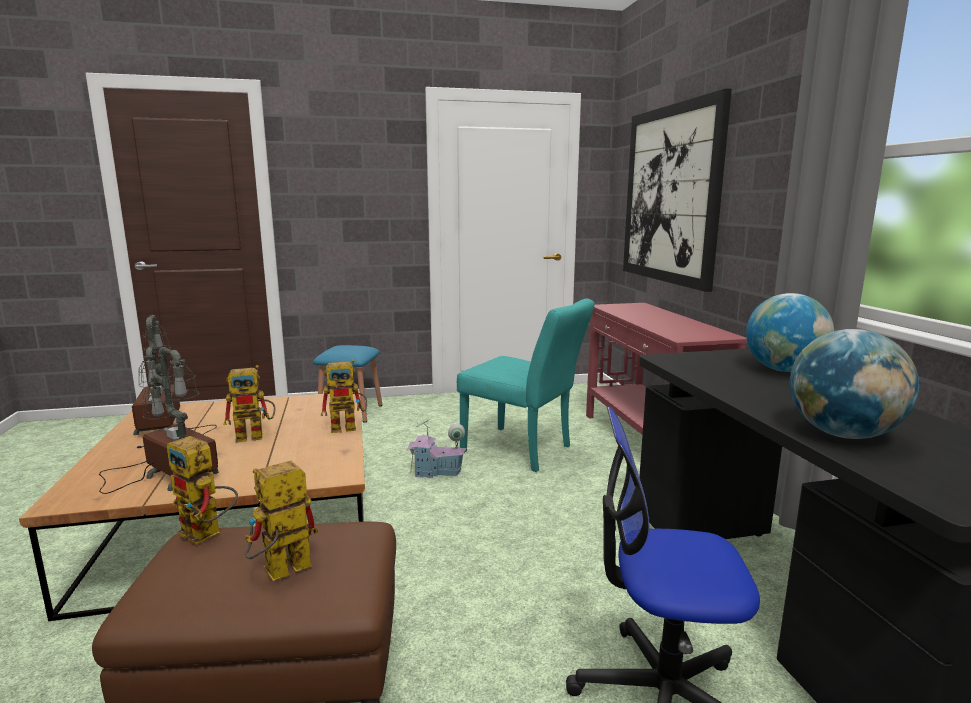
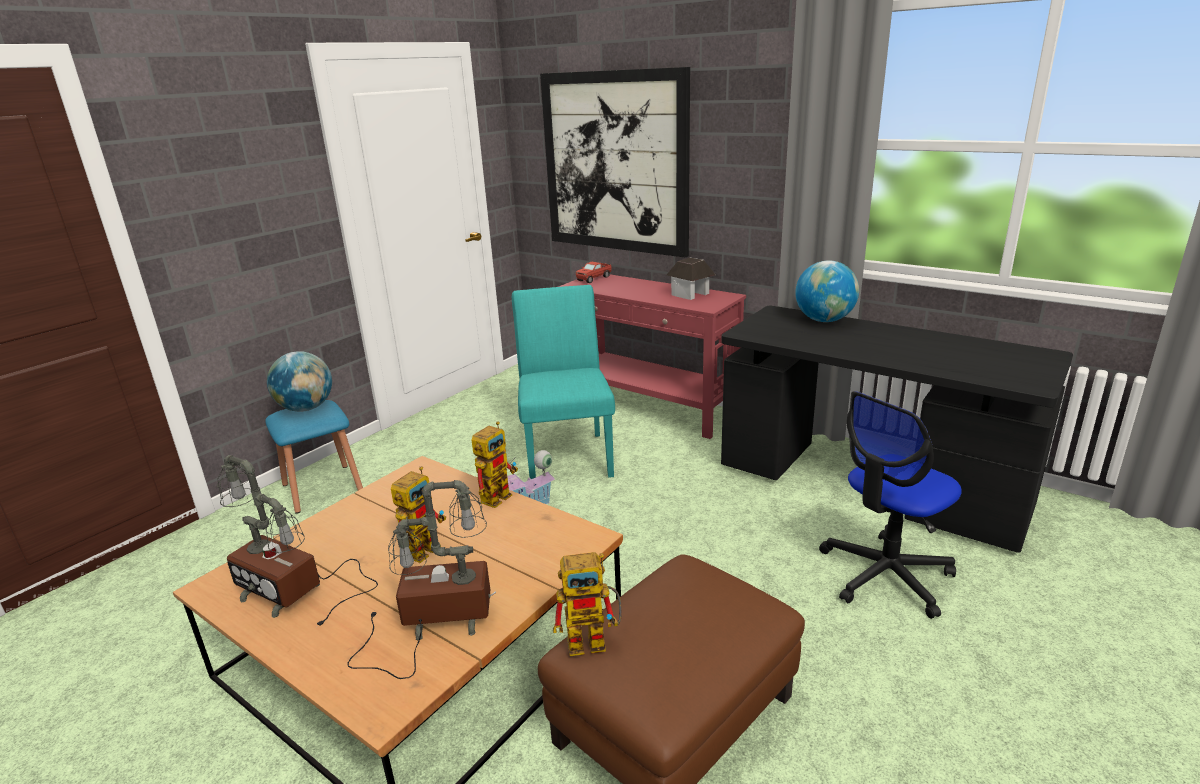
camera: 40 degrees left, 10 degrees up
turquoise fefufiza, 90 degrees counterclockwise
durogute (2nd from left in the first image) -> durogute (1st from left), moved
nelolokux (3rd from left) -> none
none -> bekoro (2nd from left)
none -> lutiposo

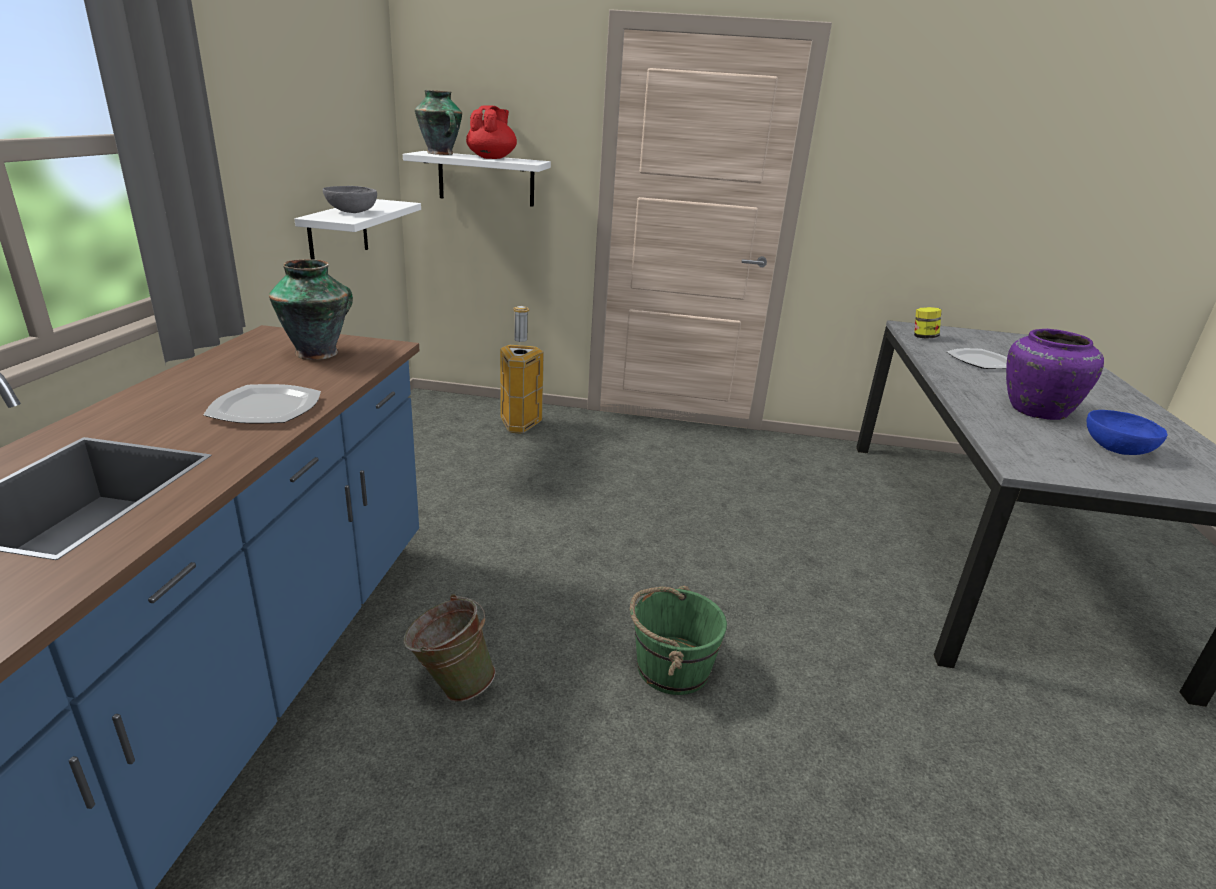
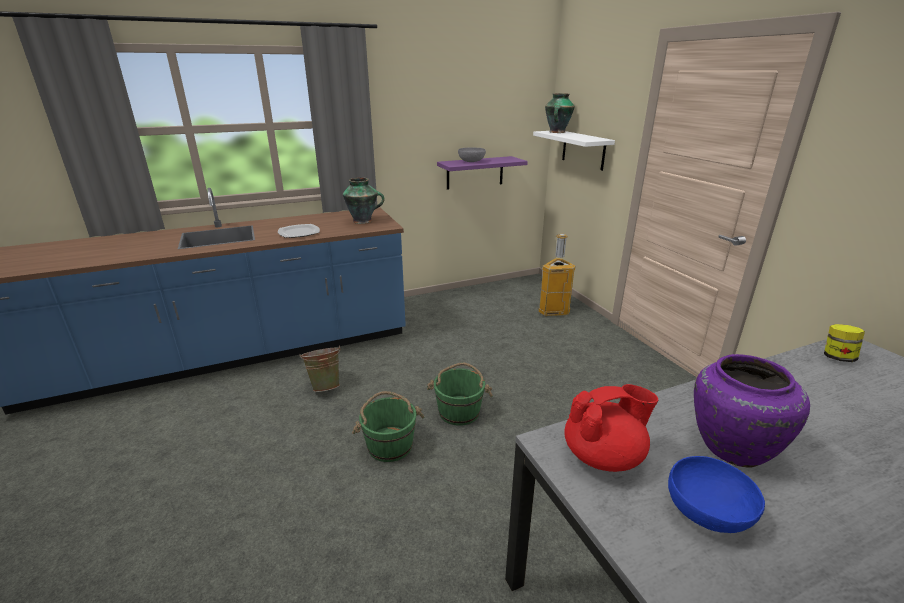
camera: 60 degrees right, 0 degrees up
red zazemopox, moved
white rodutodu (1st from left) -> purple rodutodu
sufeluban (2nd from left) -> none
none -> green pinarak (3rd from left)

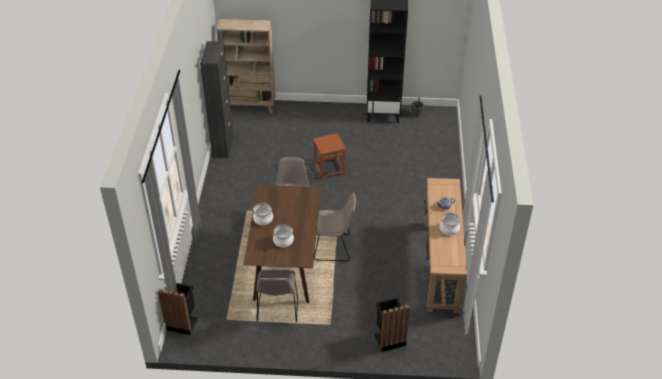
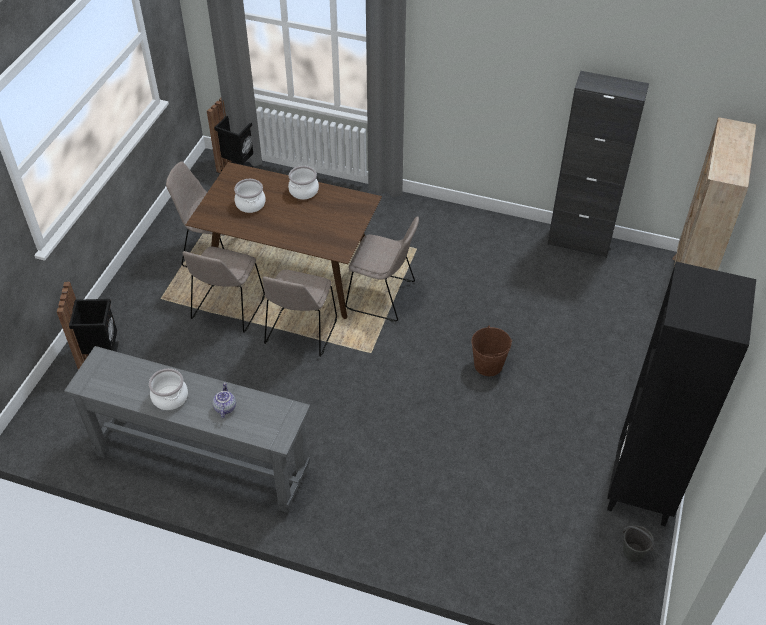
camera: 105 degrees right, 5 degrees up
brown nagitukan -> brown pinarak
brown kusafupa -> grey kusafupa
none -> beige fefufiza (2nd from left)

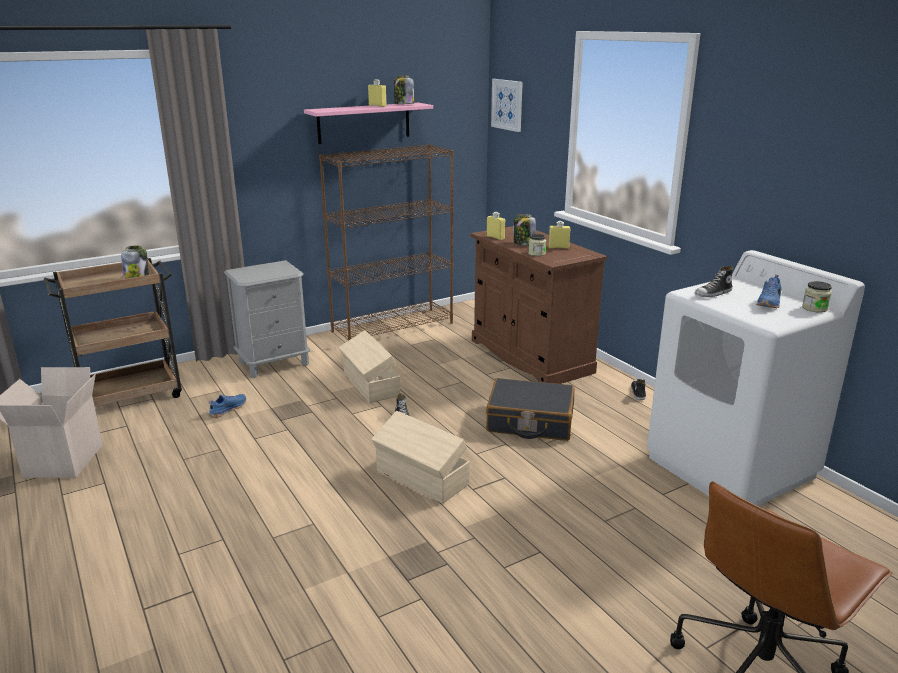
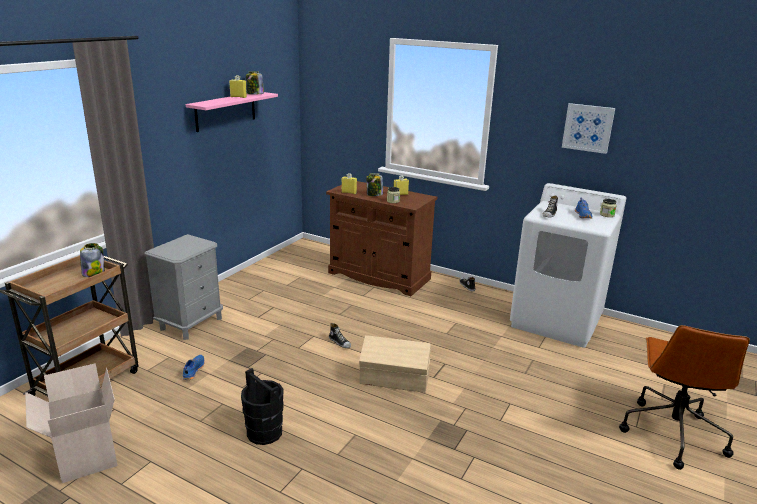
camera: 30 degrees left, 0 degrees up
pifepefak, moved
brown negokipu -> none
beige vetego (1st from left) -> none
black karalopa -> none
none -> black pinarak

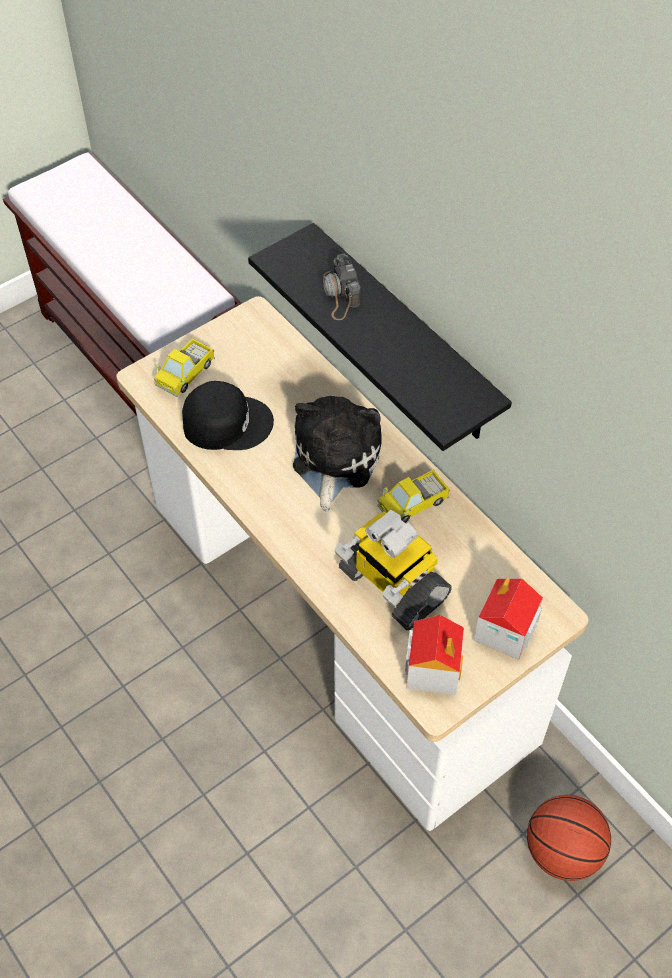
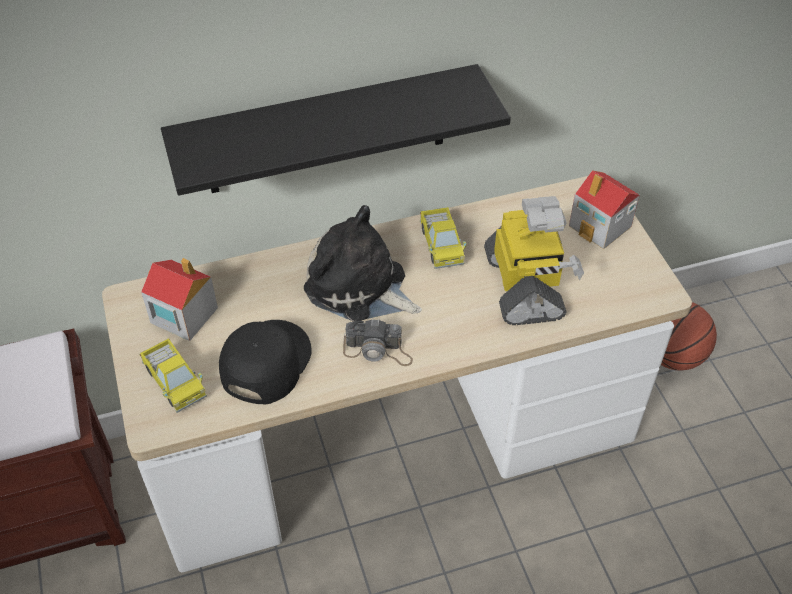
camera: 70 degrees left, 5 degrees down
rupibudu, moved
nelolokux, 75 degrees counterclockwise
bekoro (1st from left), moved

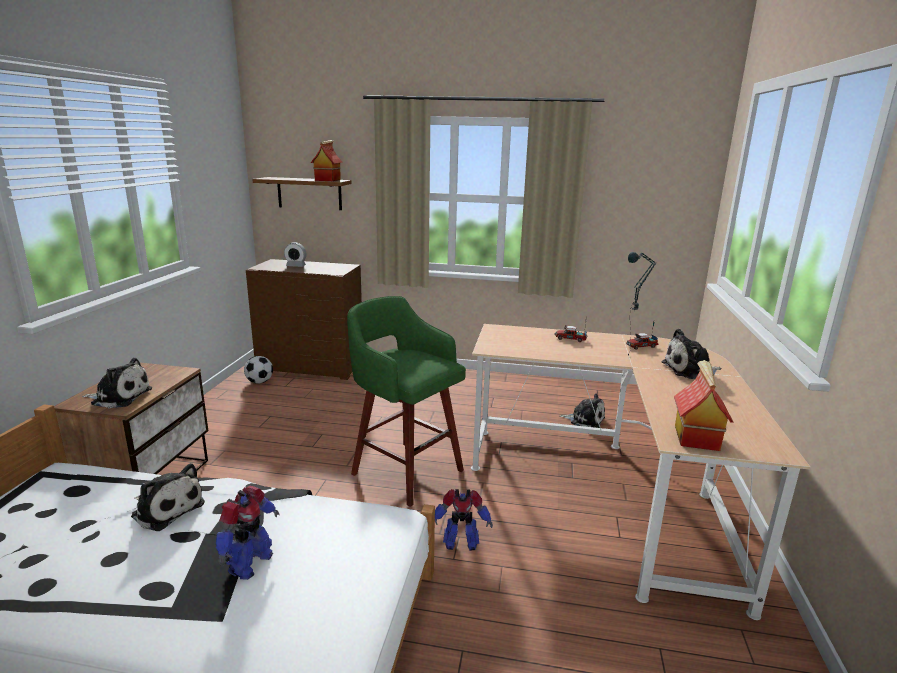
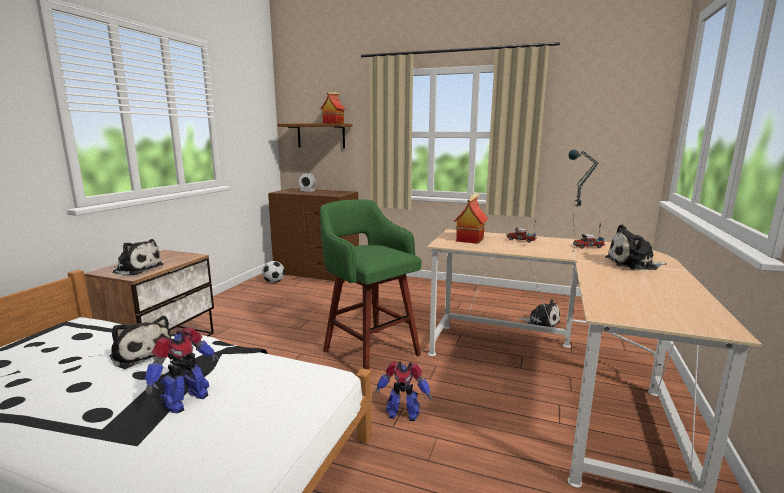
camera: 10 degrees right, 5 degrees down
bekoro (2nd from left), moved

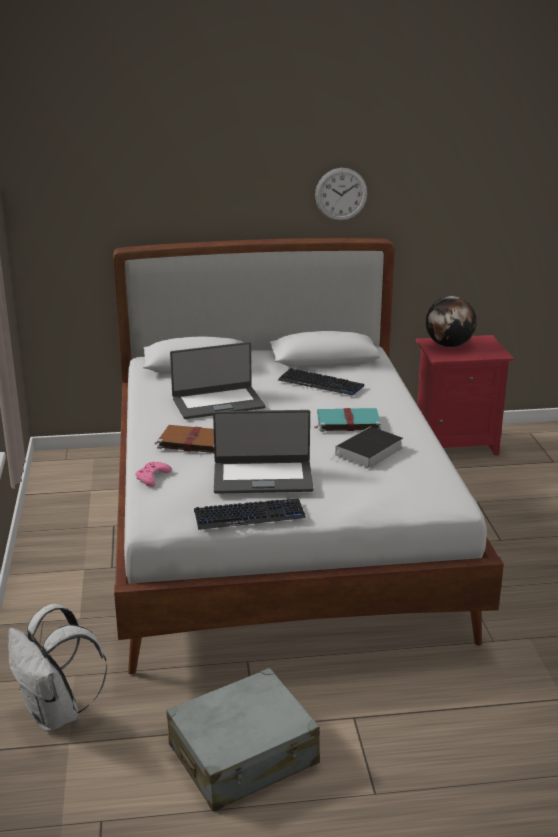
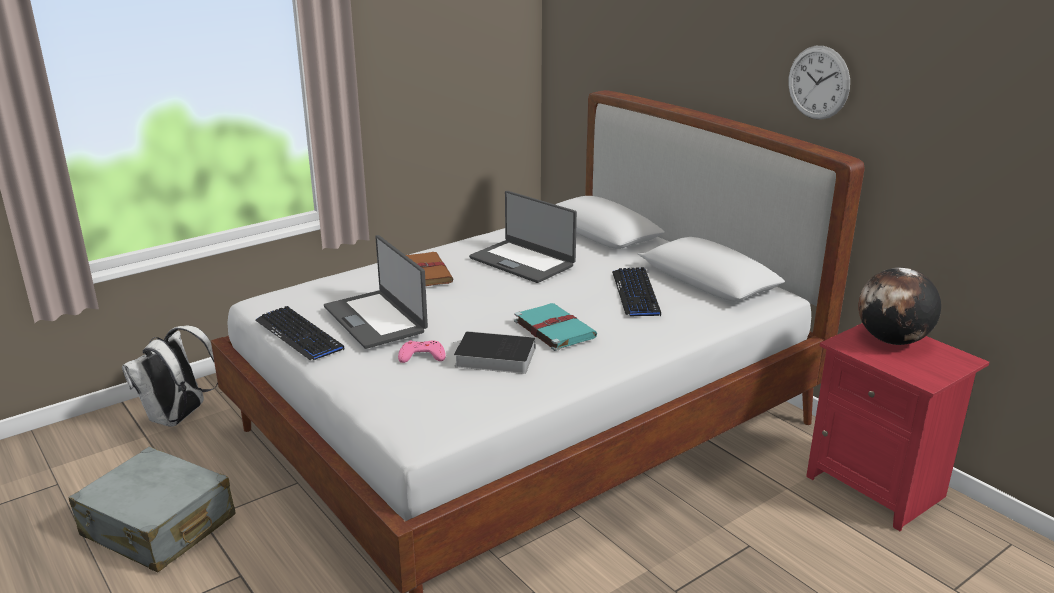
camera: 60 degrees right, 0 degrees up
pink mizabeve, moved

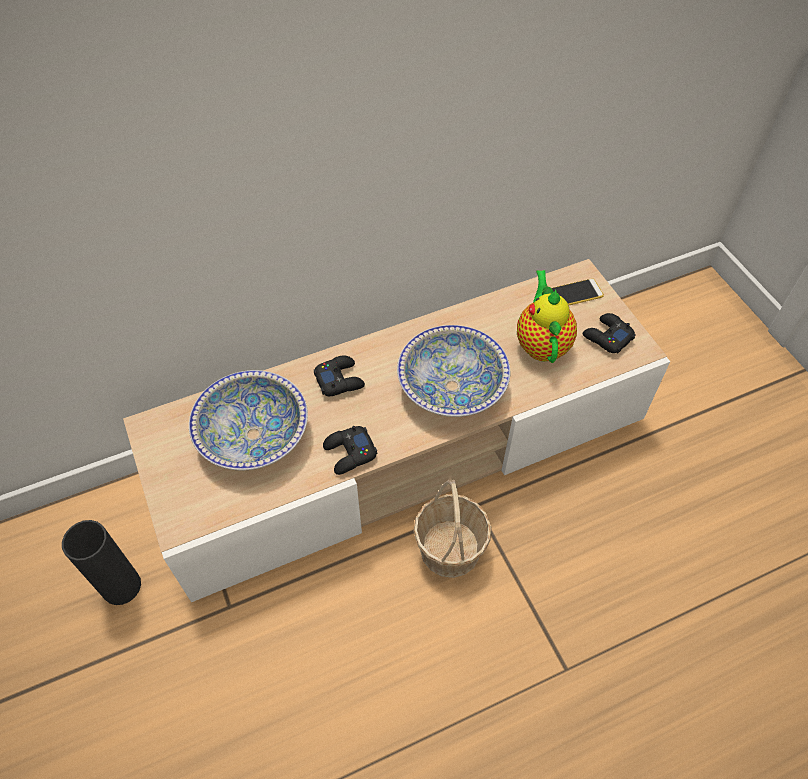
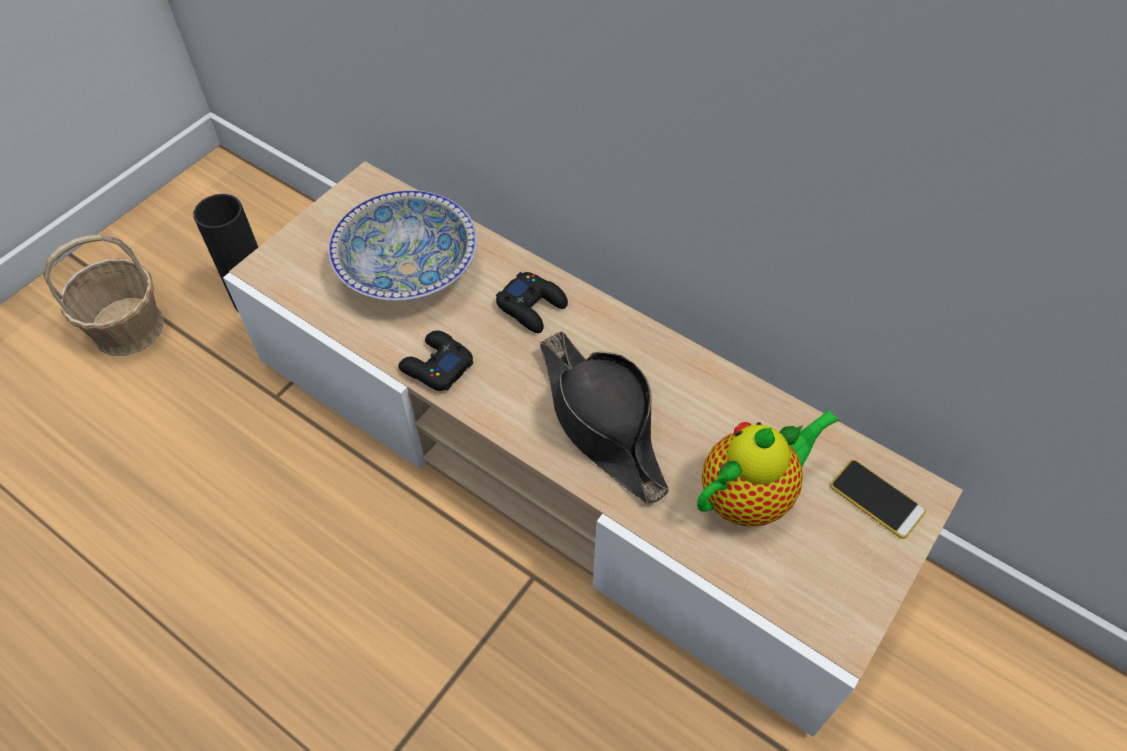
camera: 60 degrees right, 0 degrees up
black mizabeve (3rd from left) -> none
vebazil (2nd from left) -> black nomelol
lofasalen, moved

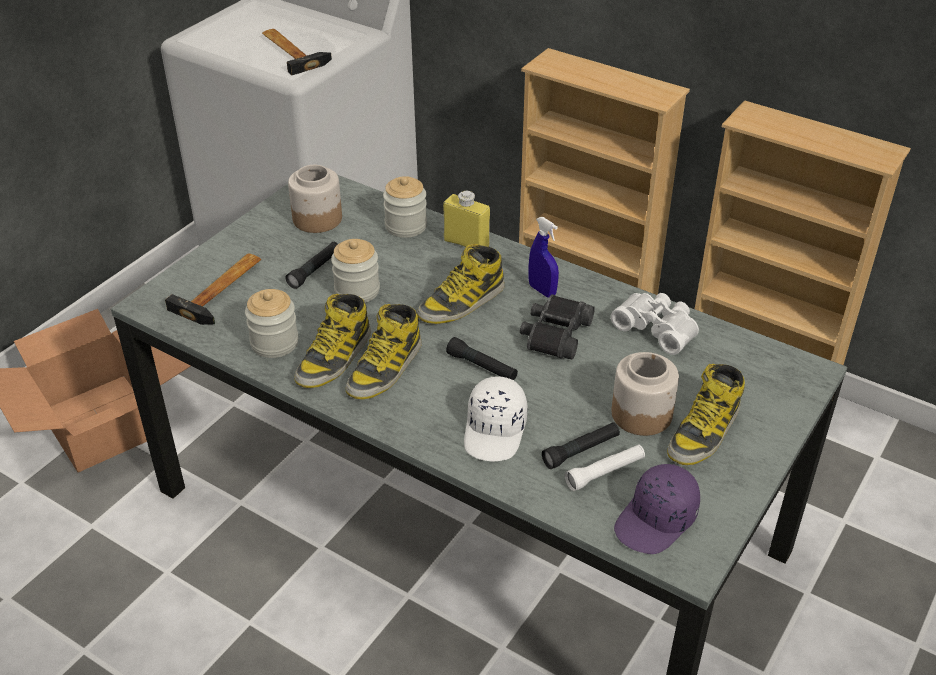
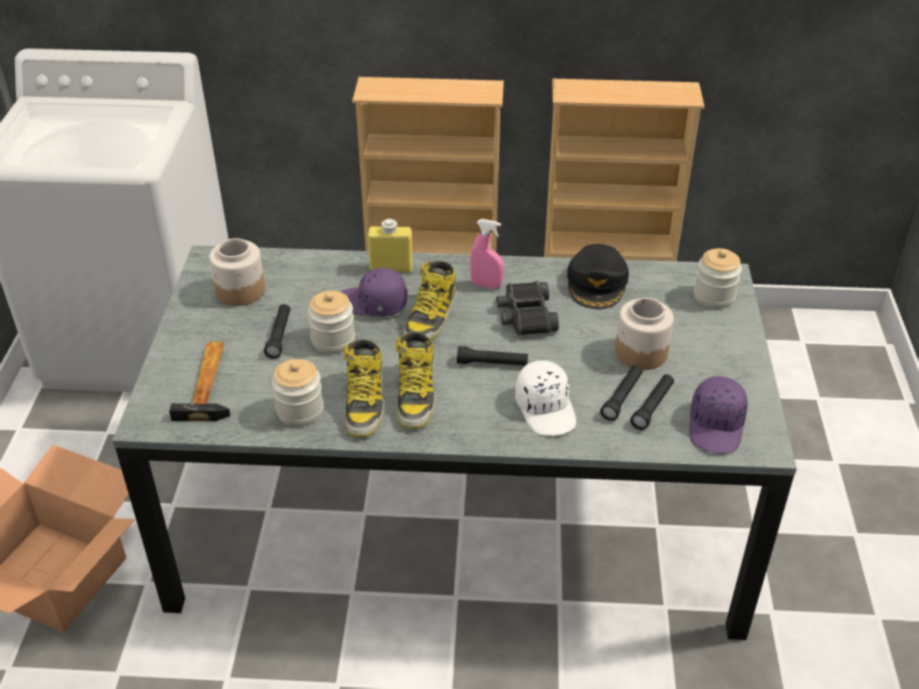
camera: 30 degrees left, 0 degrees up
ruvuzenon (2nd from left) -> none
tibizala (4th from left in the first image) -> tibizala (5th from left), moved
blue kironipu -> pink kironipu
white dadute -> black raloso
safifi (4th from left) -> none
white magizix -> black magizix (4th from left)
none -> purple raloso (1st from left)

